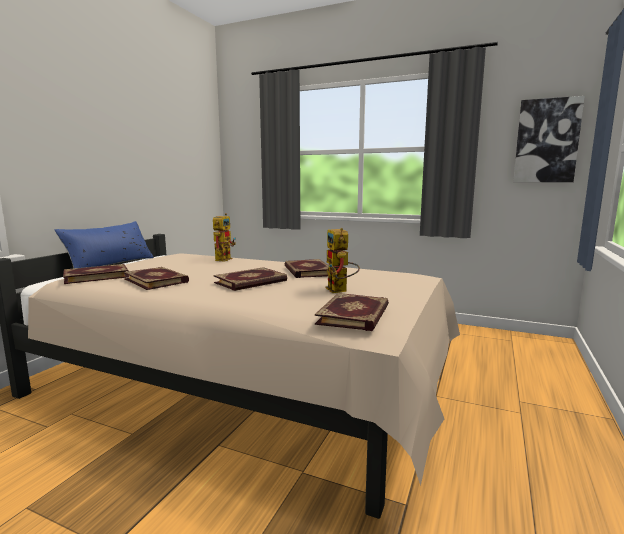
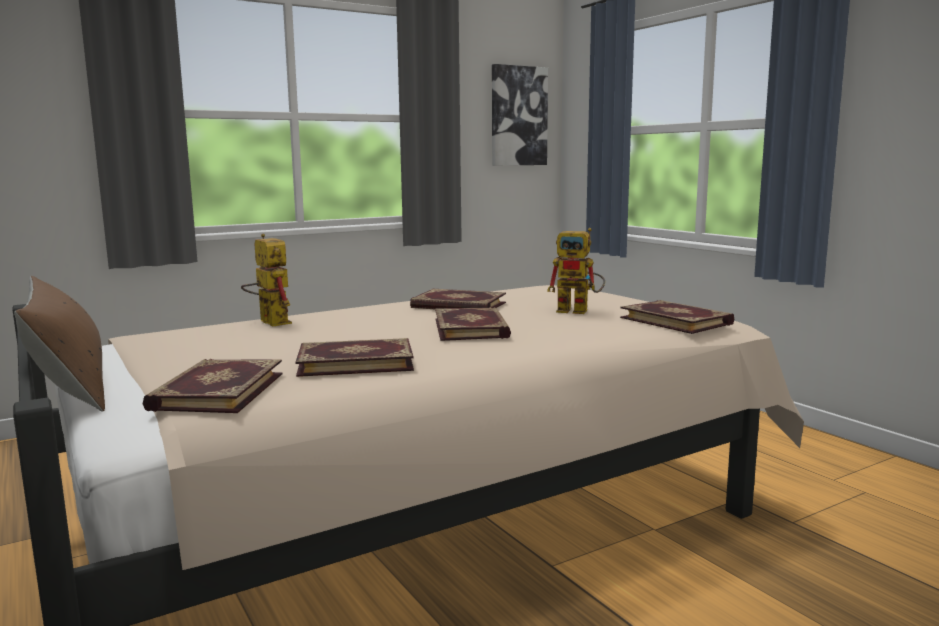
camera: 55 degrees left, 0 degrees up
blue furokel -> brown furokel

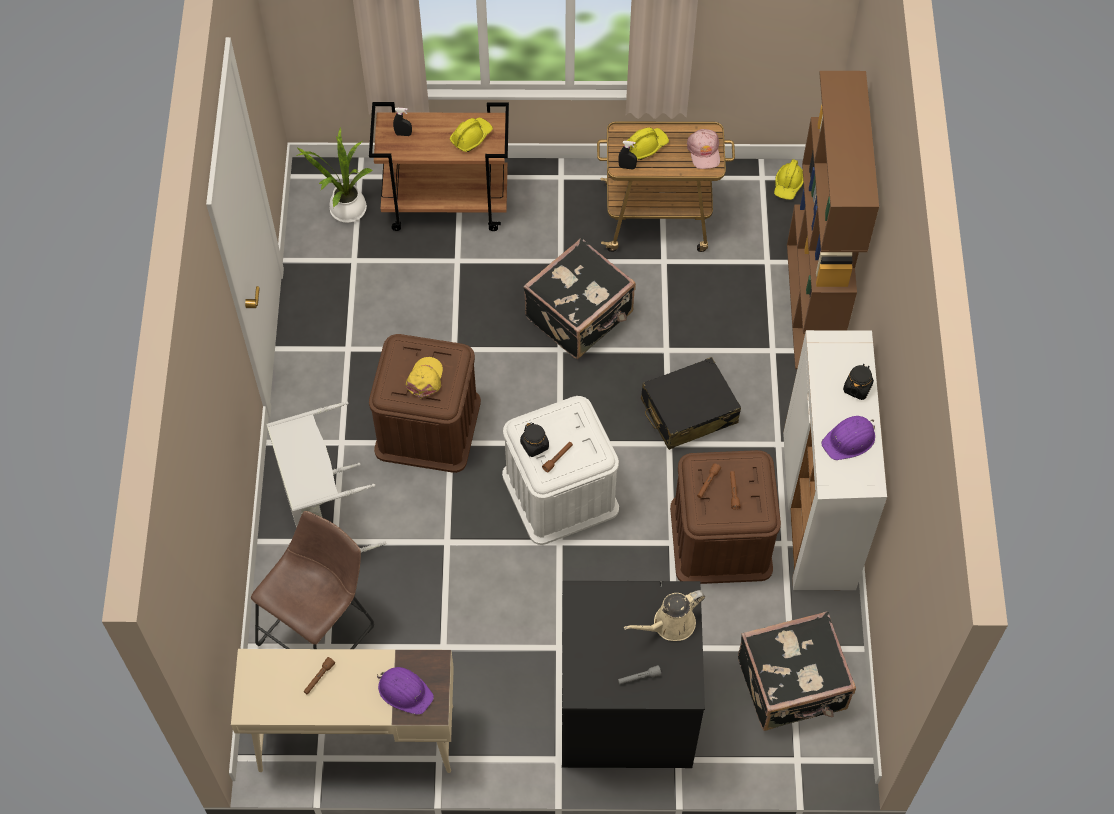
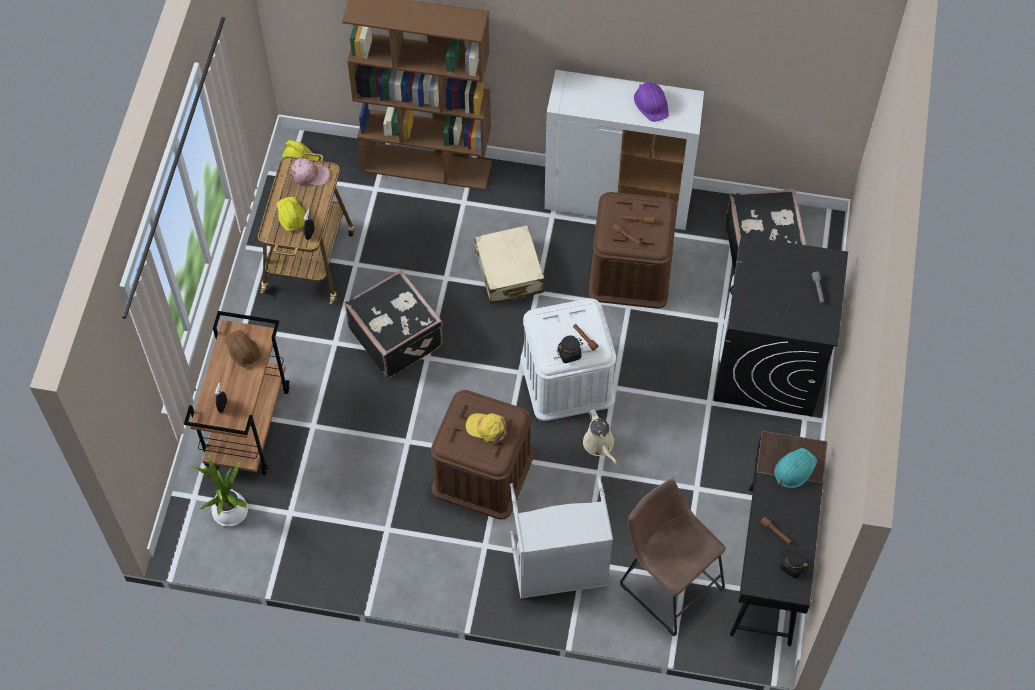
camera: 80 degrees left, 0 degrees up
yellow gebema (1st from left) -> brown gebema
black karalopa (2nd from left) -> beige karalopa
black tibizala (2nd from left), moved
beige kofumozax, moved
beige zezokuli -> black zezokuli
purple gebema (1st from left) -> turquoise gebema

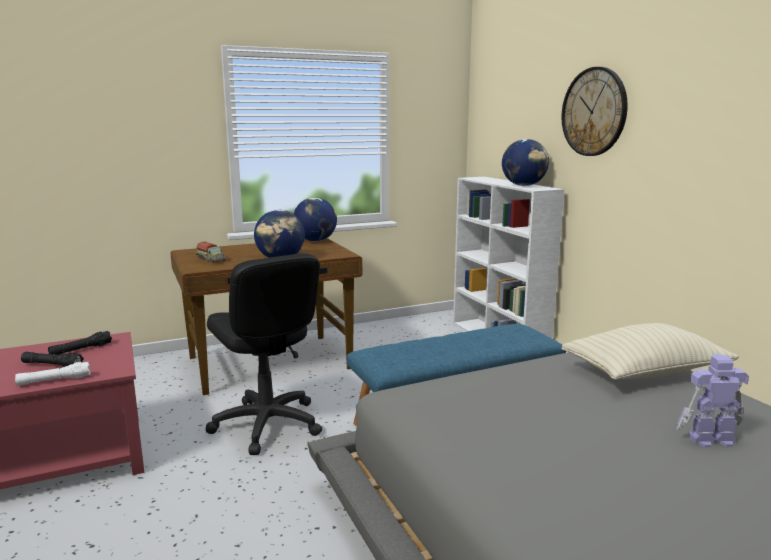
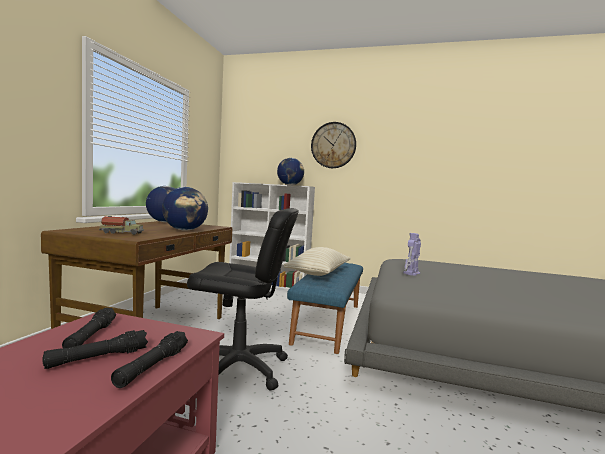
camera: 50 degrees left, 10 degrees down
beige furokel, moved
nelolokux, moved
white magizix -> black magizix (3rd from left)

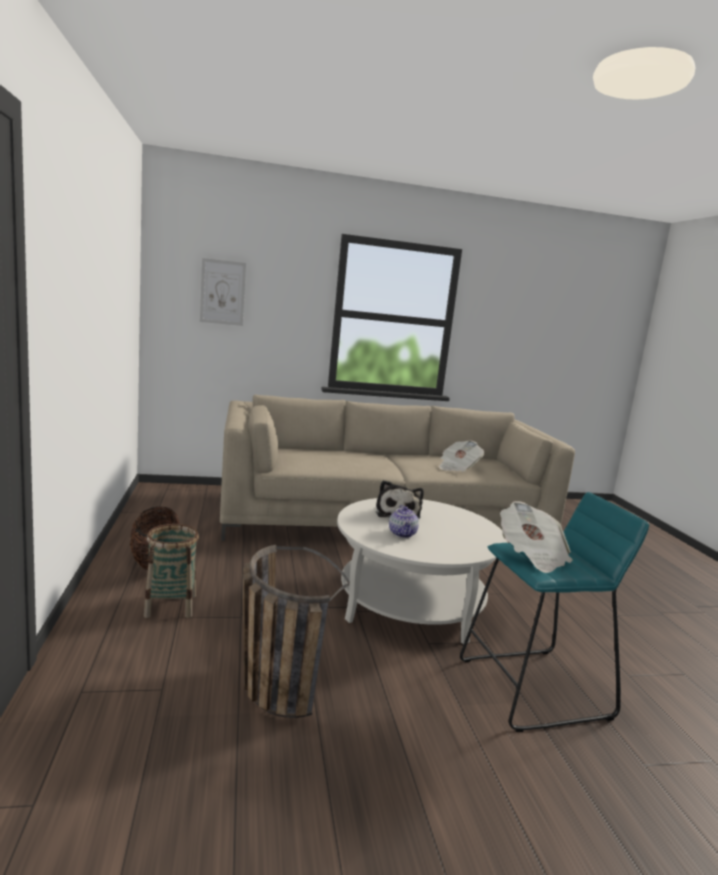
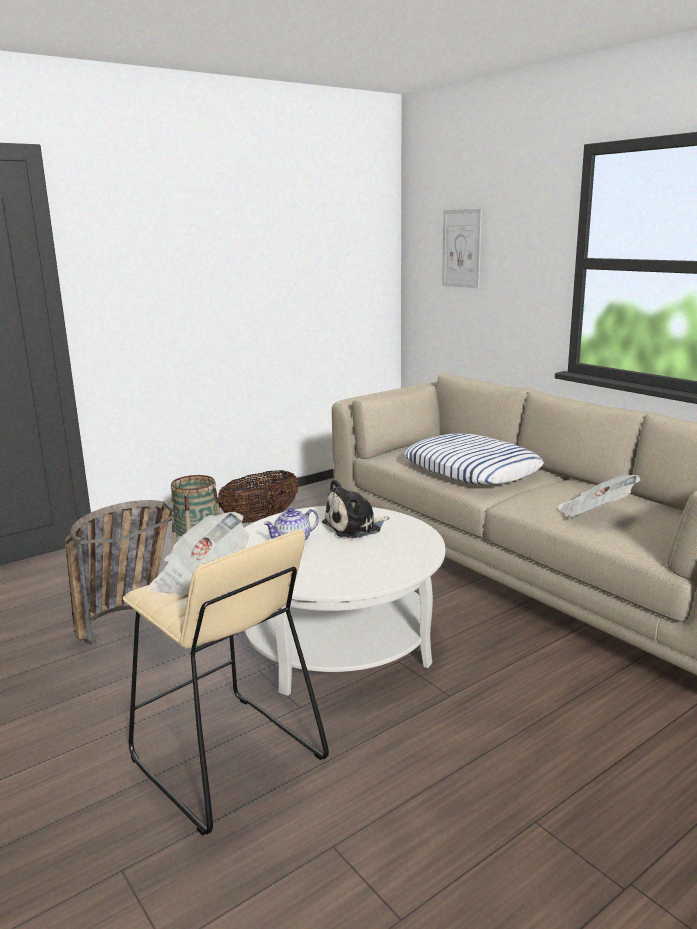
camera: 65 degrees right, 5 degrees up
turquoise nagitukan -> beige nagitukan
none -> furokel

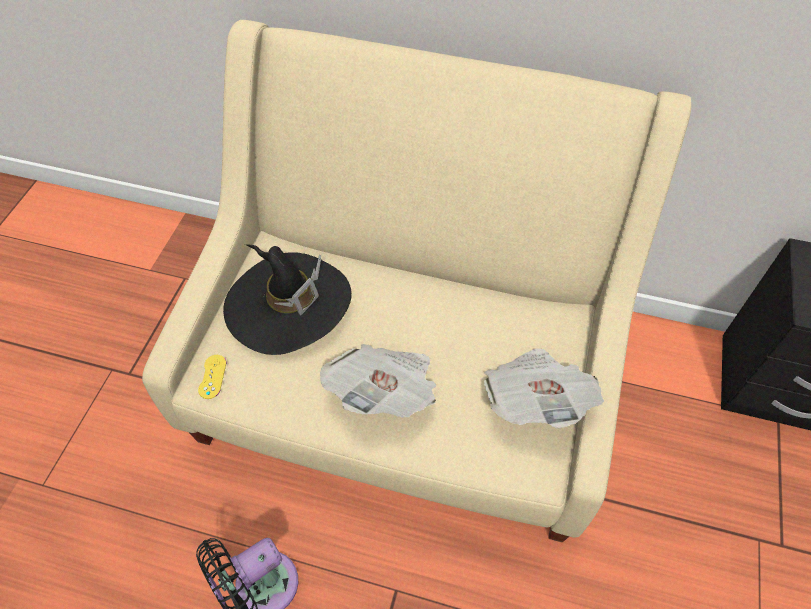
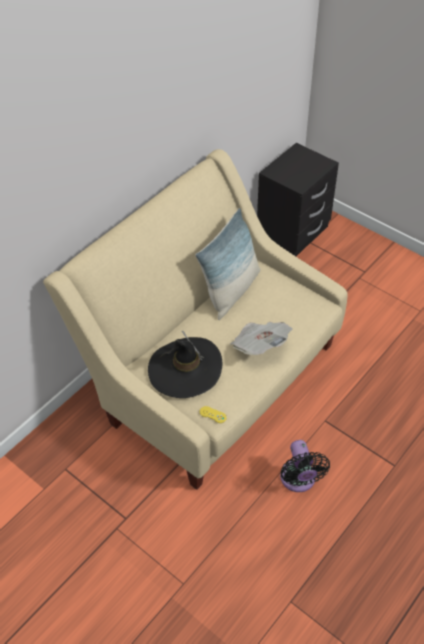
camera: 65 degrees left, 5 degrees down
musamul (2nd from left) -> none
none -> furokel

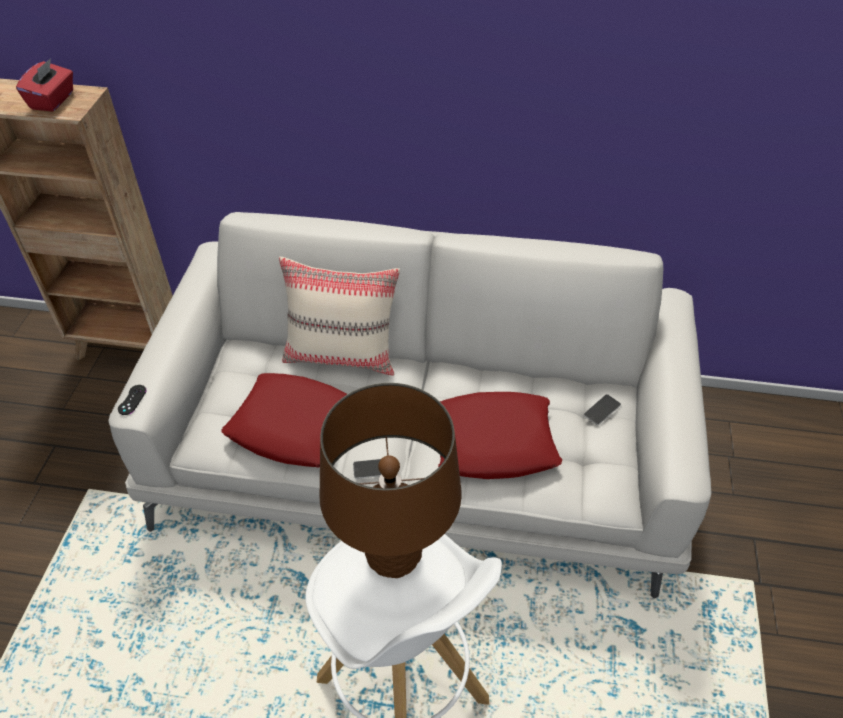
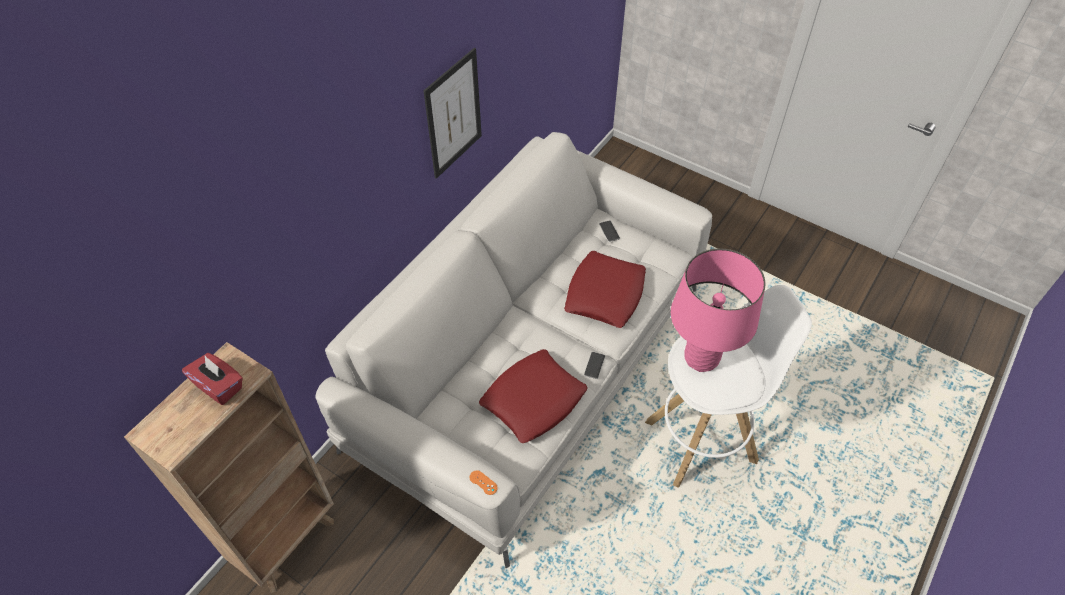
camera: 65 degrees left, 5 degrees up
beige furokel -> none
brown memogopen -> pink memogopen
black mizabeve -> orange mizabeve
none -> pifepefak

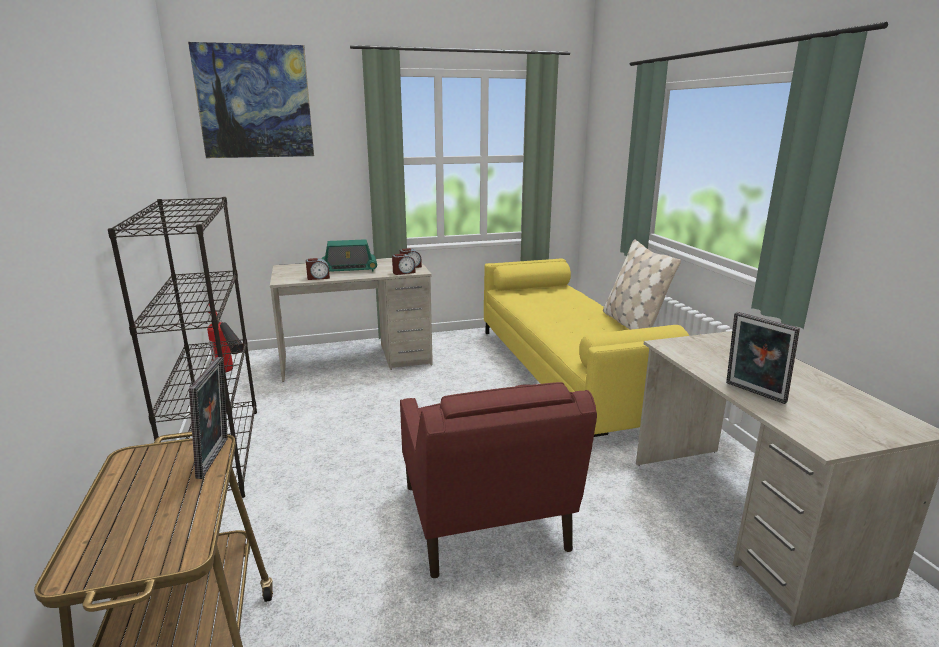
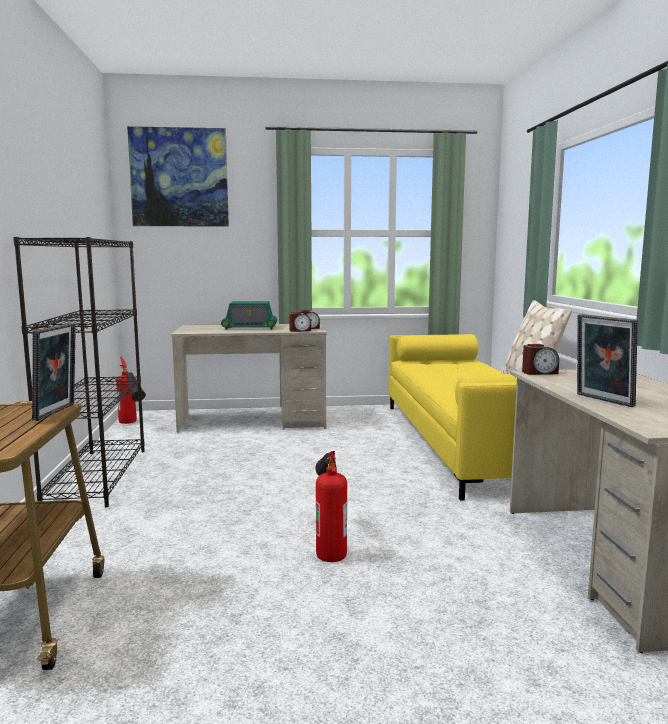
camera: 10 degrees right, 10 degrees down
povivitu (1st from left in the first image) -> povivitu (3rd from left), moved
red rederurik -> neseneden (2nd from left)

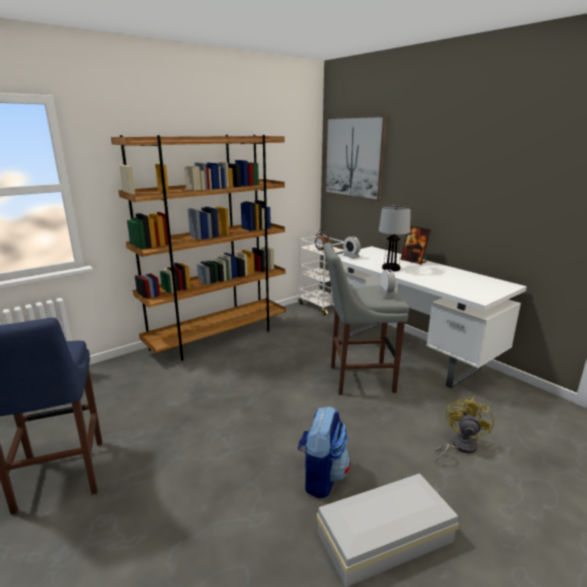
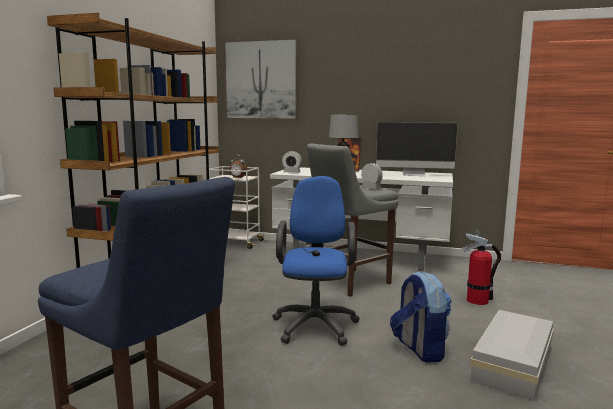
camera: 35 degrees left, 10 degrees down
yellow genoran -> neseneden
none -> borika
none -> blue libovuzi

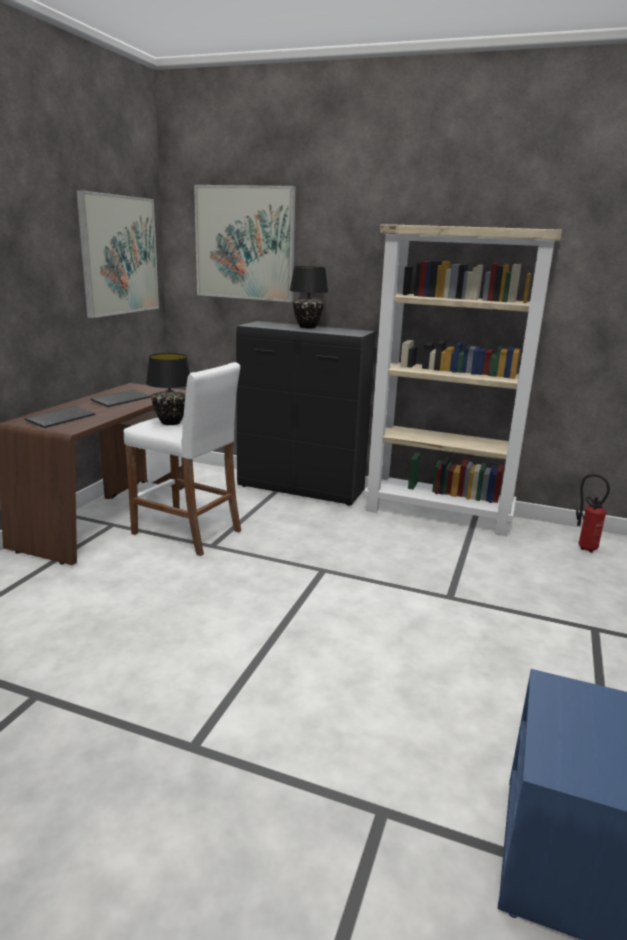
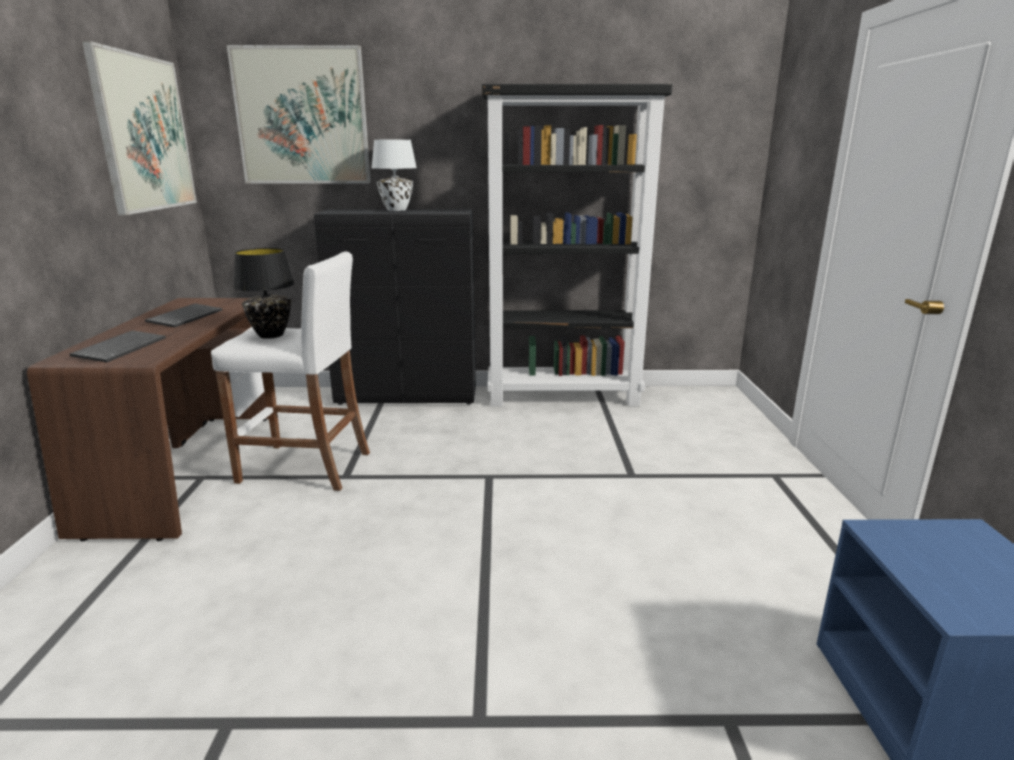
camera: 20 degrees left, 0 degrees up
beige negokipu -> black negokipu
black memogopen (2nd from left) -> white memogopen
neseneden -> none

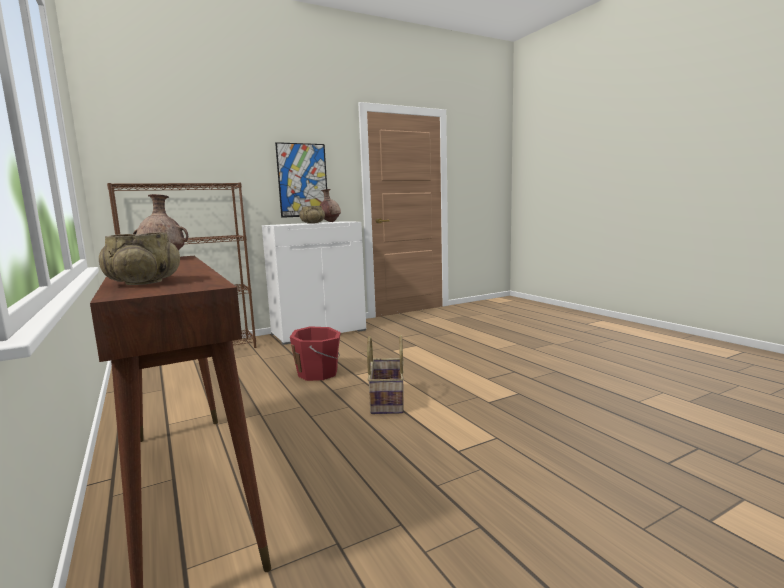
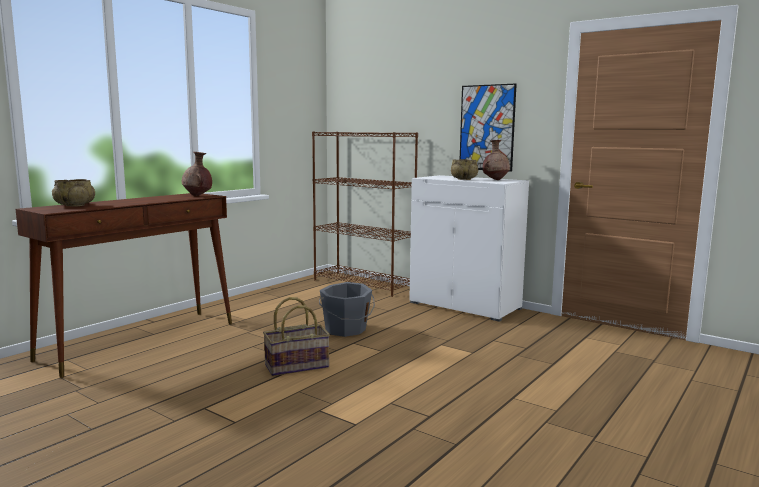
camera: 65 degrees right, 0 degrees up
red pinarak -> grey pinarak

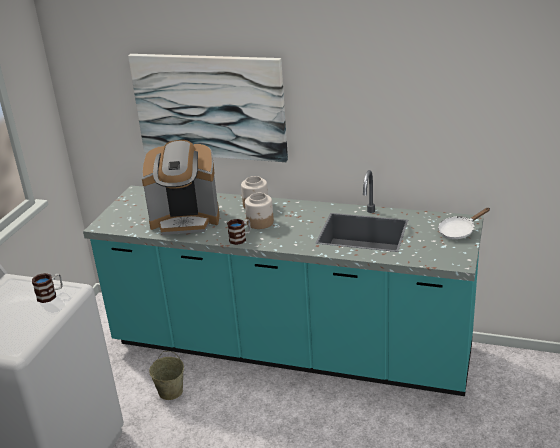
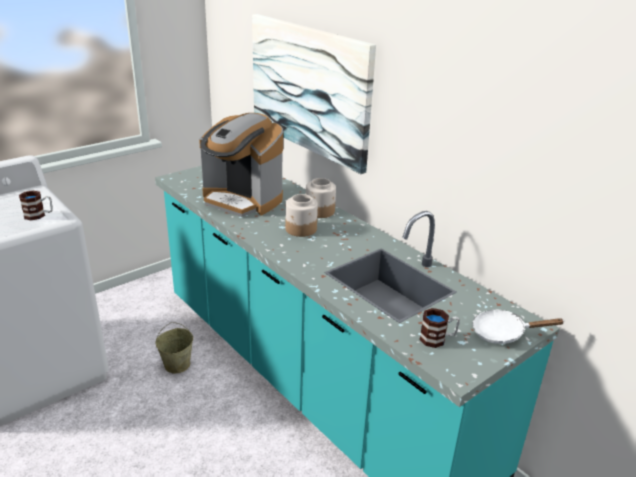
camera: 30 degrees right, 0 degrees up
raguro (2nd from left), moved

